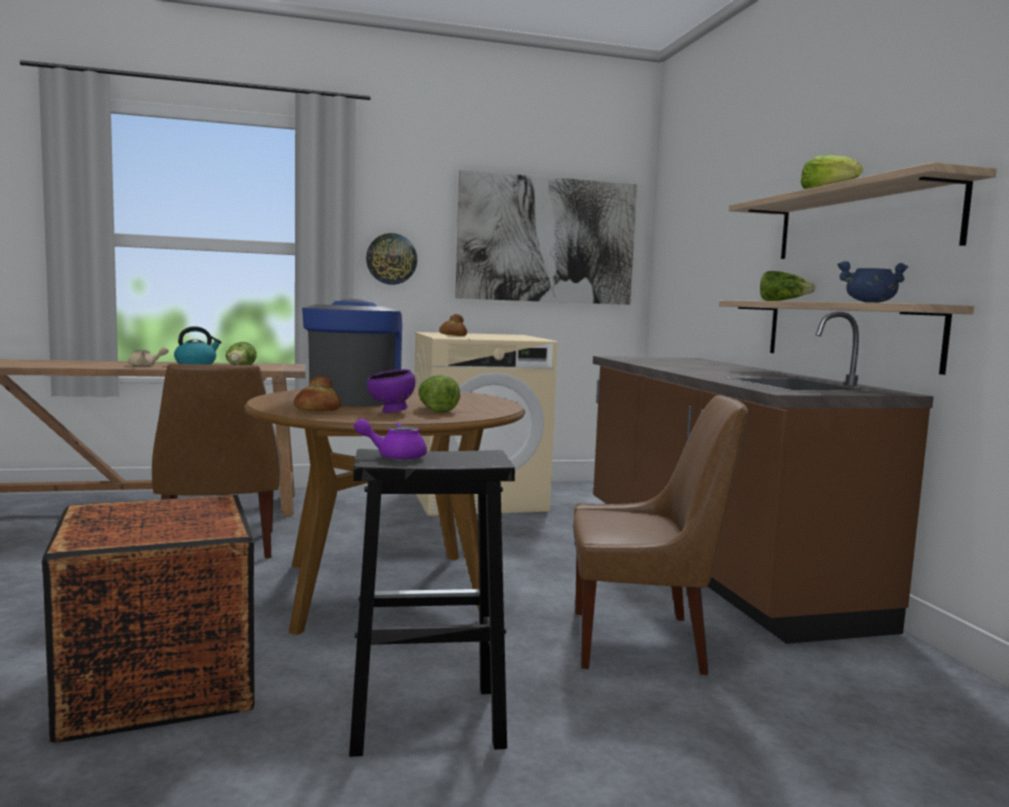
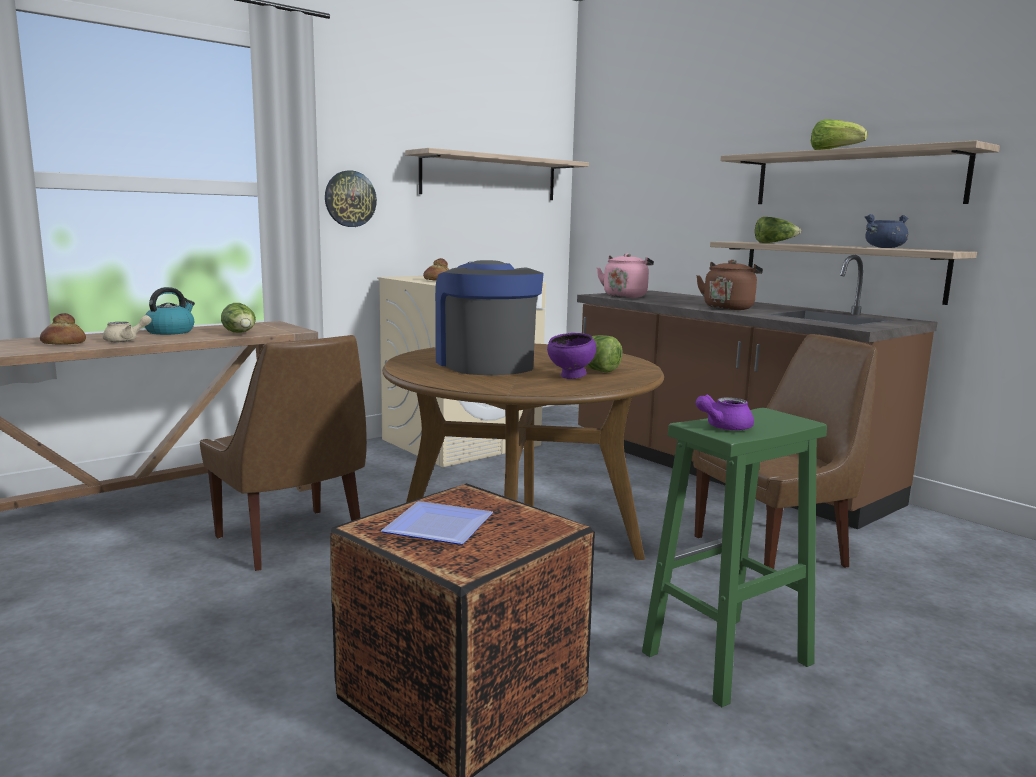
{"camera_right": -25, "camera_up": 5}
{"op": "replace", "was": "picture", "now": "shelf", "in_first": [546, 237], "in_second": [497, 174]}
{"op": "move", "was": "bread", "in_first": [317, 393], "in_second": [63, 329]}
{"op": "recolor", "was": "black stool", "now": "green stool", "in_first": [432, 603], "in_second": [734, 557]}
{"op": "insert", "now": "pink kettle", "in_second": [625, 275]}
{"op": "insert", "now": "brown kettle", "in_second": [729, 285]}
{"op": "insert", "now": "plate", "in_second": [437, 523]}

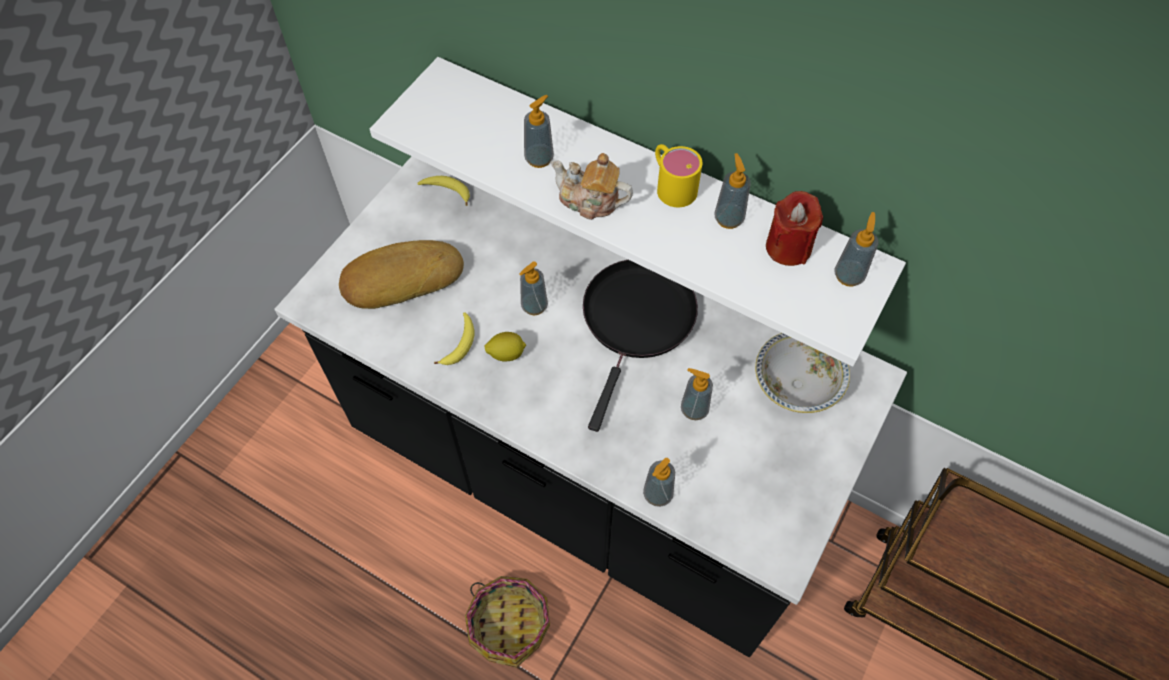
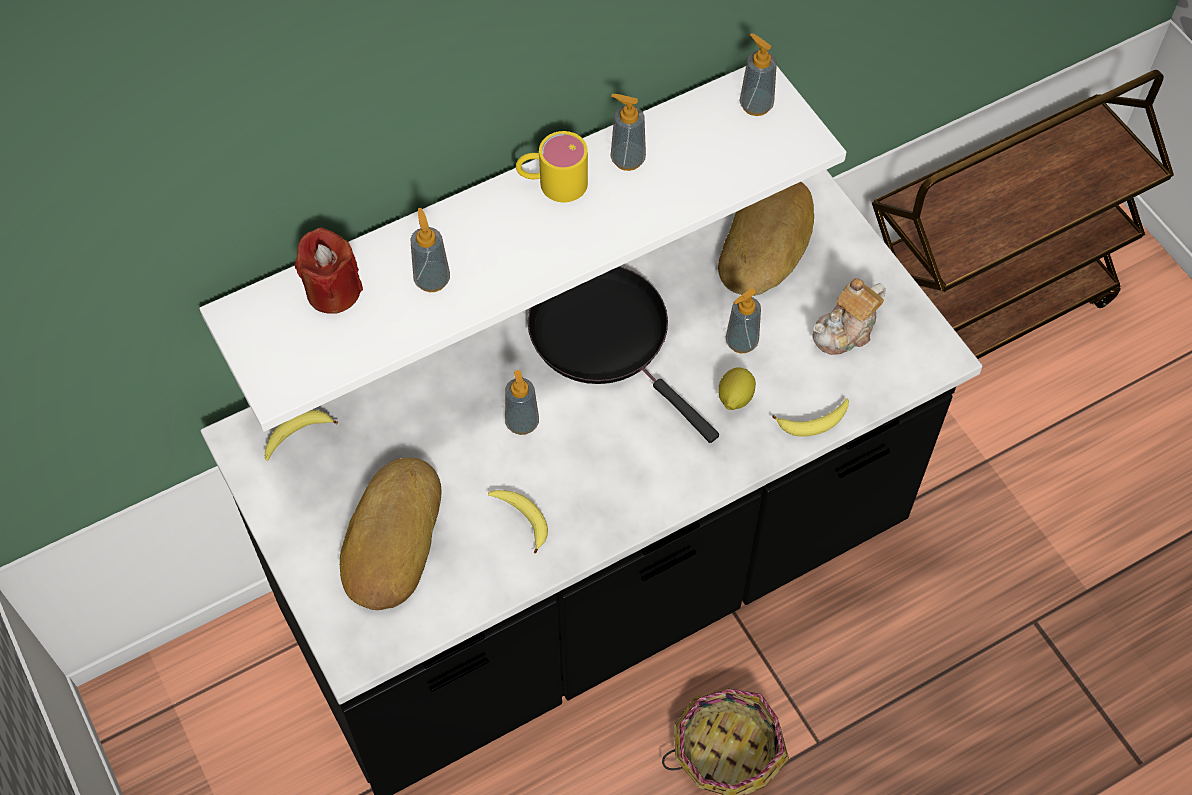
{"camera_right": -60, "camera_up": 0}
{"op": "move", "was": "teapot", "in_first": [592, 186], "in_second": [849, 316]}
{"op": "move", "was": "red candle", "in_first": [794, 228], "in_second": [328, 270]}
{"op": "move", "was": "lemon", "in_first": [505, 347], "in_second": [737, 389]}
{"op": "replace", "was": "bowl", "now": "bread", "in_first": [802, 373], "in_second": [766, 239]}
{"op": "replace", "was": "soap dispenser", "now": "banana", "in_first": [659, 482], "in_second": [810, 418]}

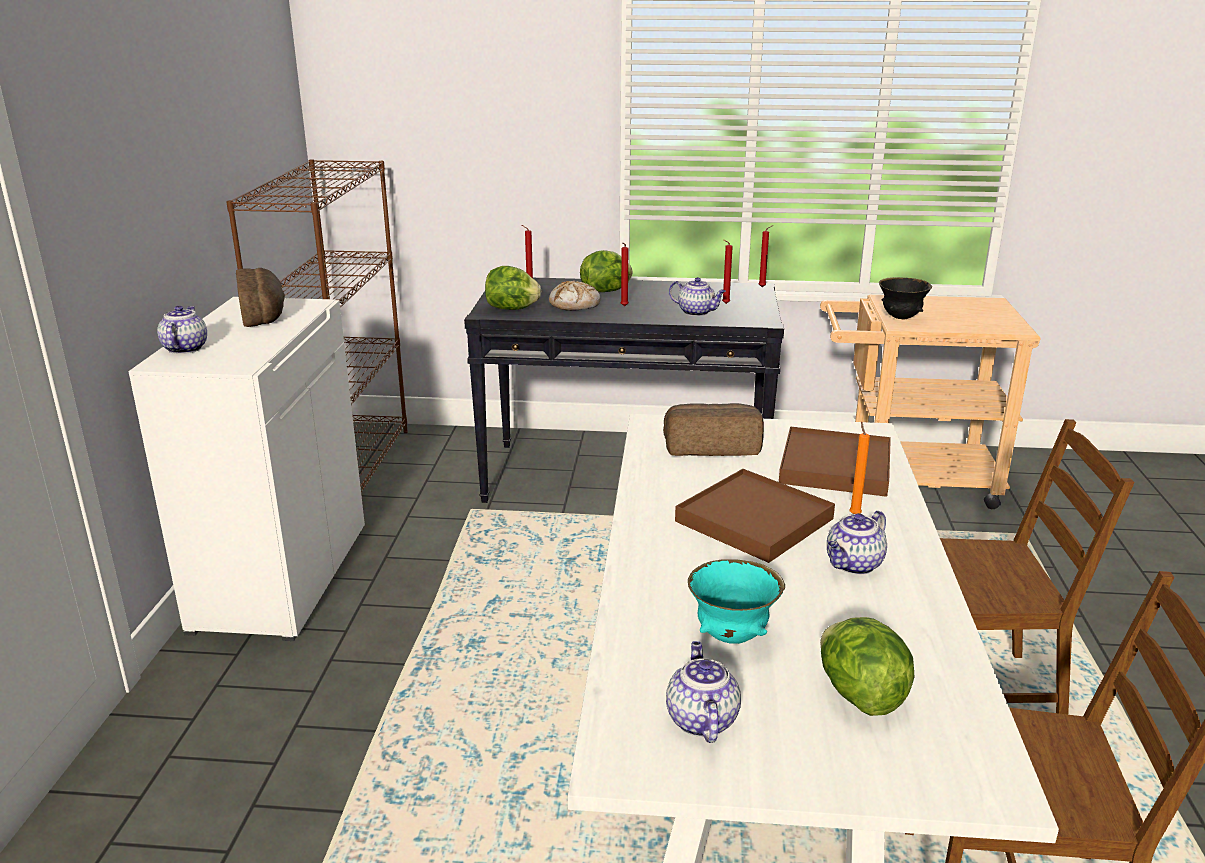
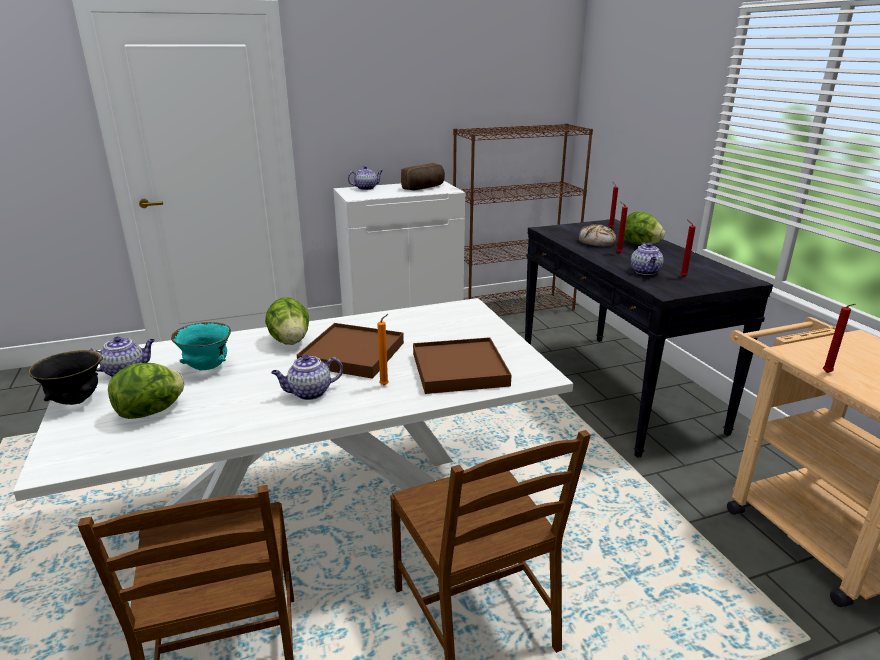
{"camera_right": 65, "camera_up": 0}
{"op": "move", "was": "red candle", "in_first": [765, 256], "in_second": [839, 338]}
{"op": "move", "was": "lettuce", "in_first": [513, 288], "in_second": [287, 321]}
{"op": "move", "was": "black bowl", "in_first": [905, 298], "in_second": [65, 377]}
{"op": "delete", "was": "bread", "in_first": [713, 429]}
{"op": "rotate", "was": "teapot", "in_first": [857, 543], "in_second": [307, 377], "clockwise": -45}

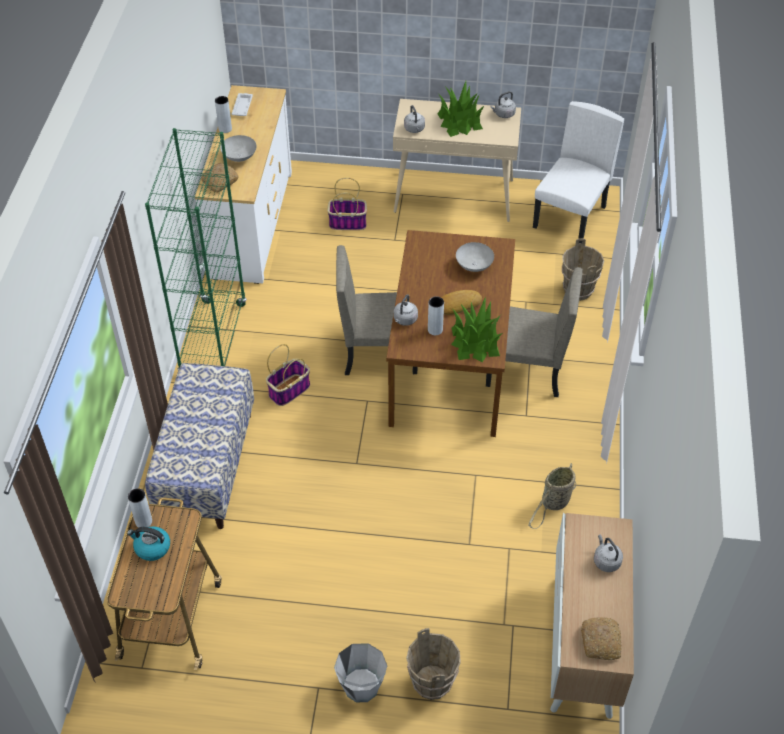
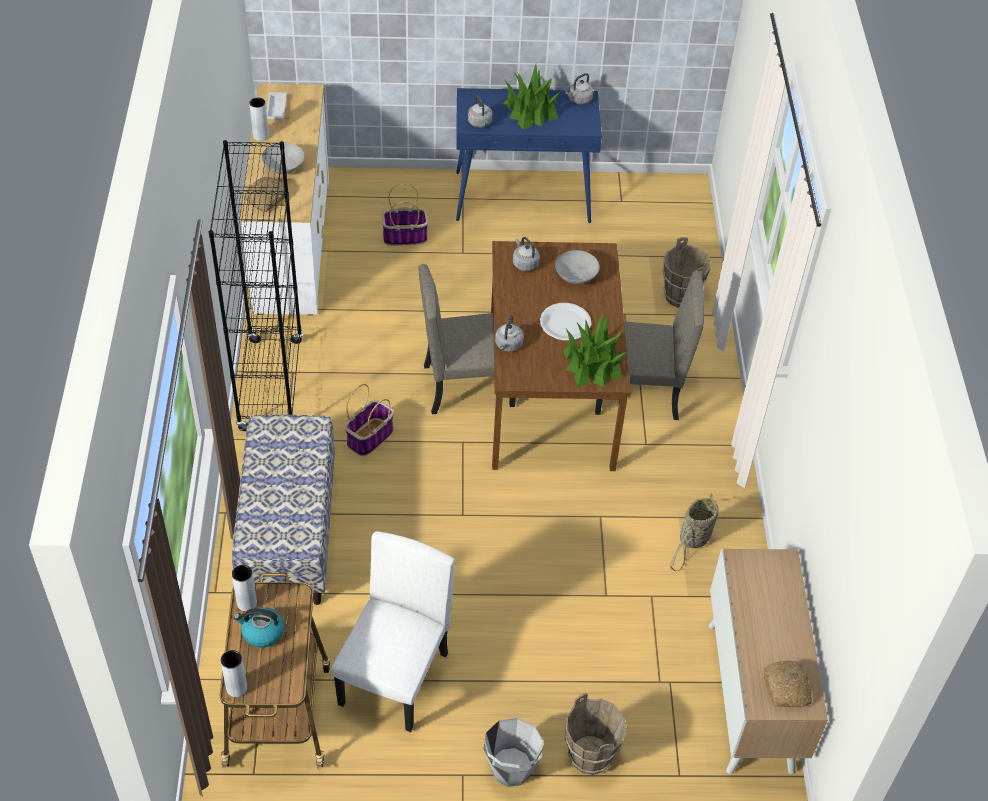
{"camera_right": -10, "camera_up": 0}
{"op": "recolor", "was": "beige console table", "now": "blue console table", "in_first": [457, 160], "in_second": [529, 155]}
{"op": "move", "was": "white chair", "in_first": [578, 172], "in_second": [393, 631]}
{"op": "recolor", "was": "green bookcase", "now": "black bookcase", "in_first": [196, 249], "in_second": [256, 285]}
{"op": "replace", "was": "bread", "now": "white plate", "in_first": [461, 302], "in_second": [565, 322]}
{"op": "move", "was": "grey vase", "in_first": [436, 315], "in_second": [234, 673]}
{"op": "move", "was": "grey kettle", "in_first": [608, 553], "in_second": [526, 254]}

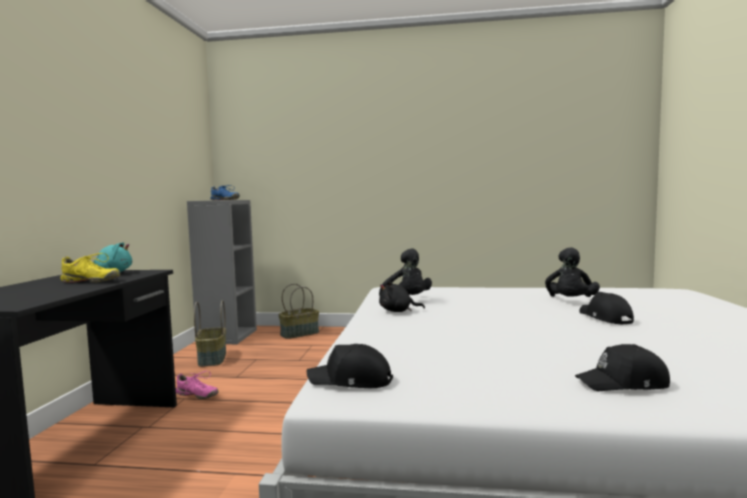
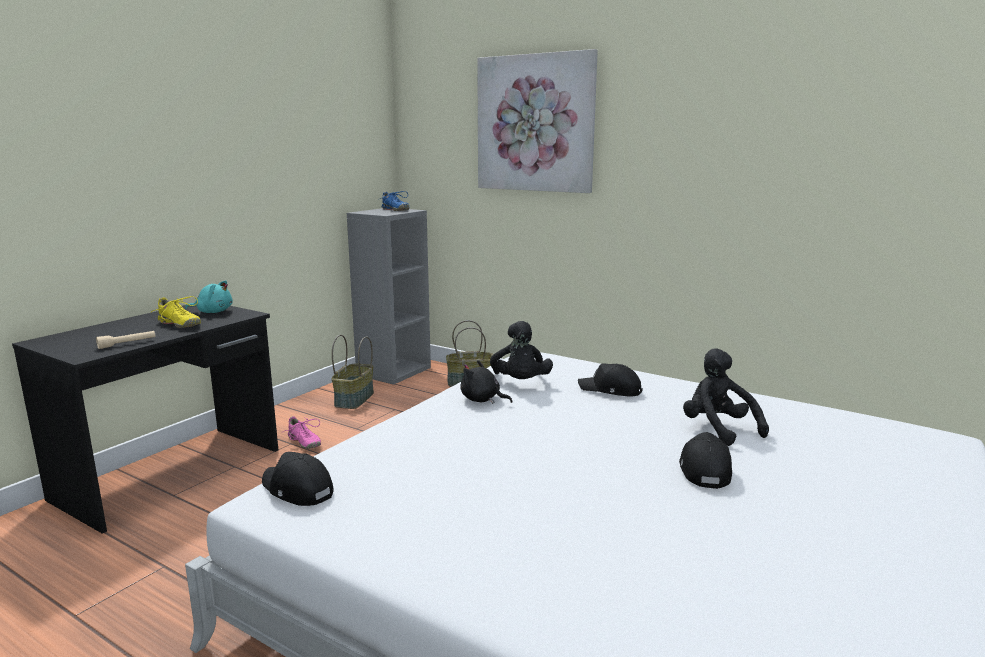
{"camera_right": 25, "camera_up": 10}
{"op": "rotate", "was": "black plush toy", "in_first": [572, 272], "in_second": [726, 397], "clockwise": 105}
{"op": "move", "was": "black cap", "in_first": [622, 367], "in_second": [610, 380]}
{"op": "insert", "now": "picture", "in_second": [537, 121]}
{"op": "insert", "now": "beige flashlight", "in_second": [125, 340]}

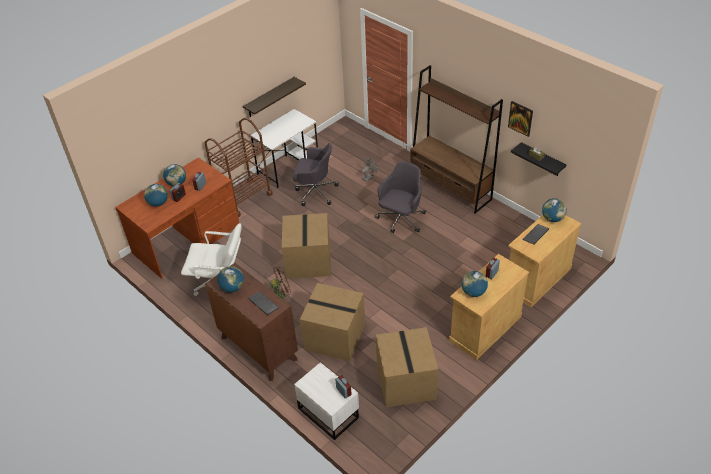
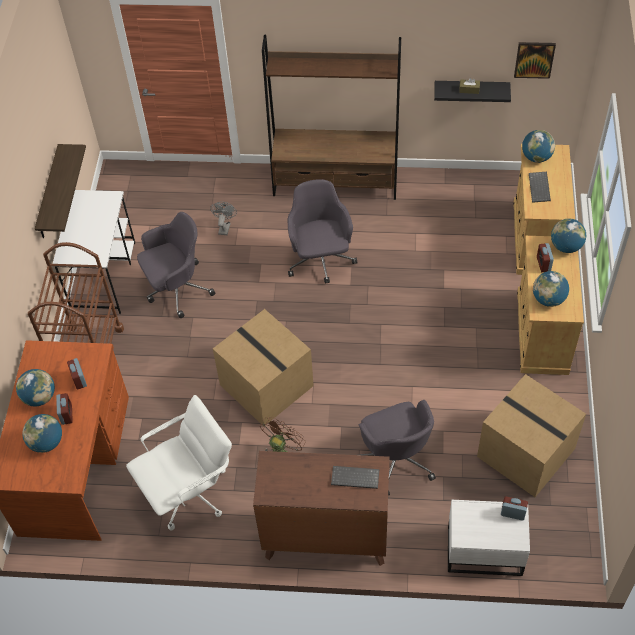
{"camera_right": -40, "camera_up": 10}
{"op": "move", "was": "picture", "in_first": [520, 119], "in_second": [535, 60]}
{"op": "move", "was": "globe", "in_first": [230, 279], "in_second": [568, 236]}
{"op": "replace", "was": "cardboard box", "now": "grey office chair", "in_first": [332, 322], "in_second": [397, 447]}

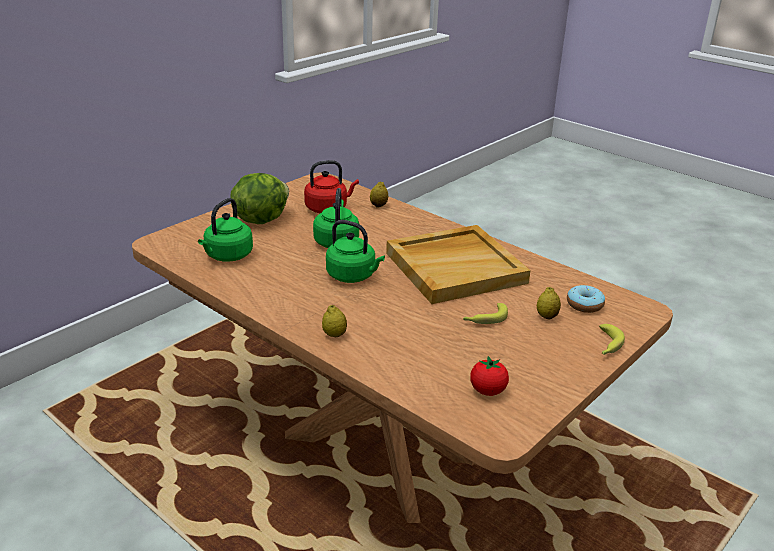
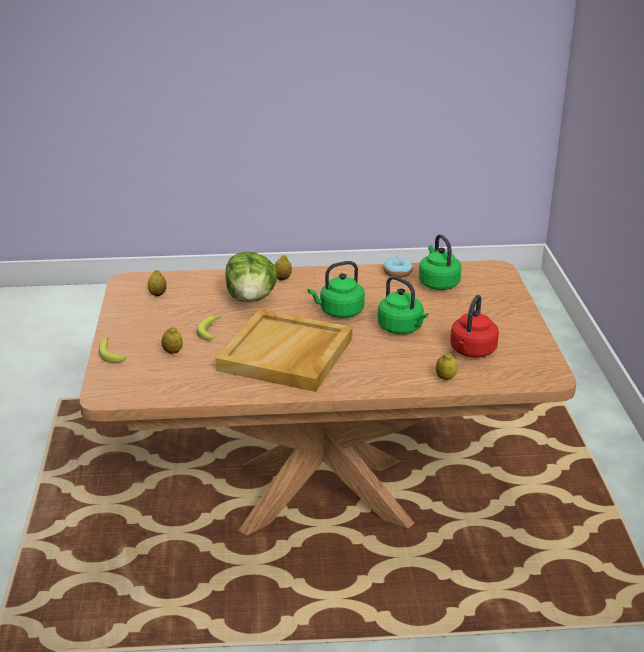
{"camera_right": 135, "camera_up": 0}
{"op": "move", "was": "lettuce", "in_first": [259, 198], "in_second": [251, 276]}
{"op": "move", "was": "donut", "in_first": [586, 299], "in_second": [398, 267]}
{"op": "replace", "was": "tomato", "now": "lemon", "in_first": [489, 376], "in_second": [157, 283]}

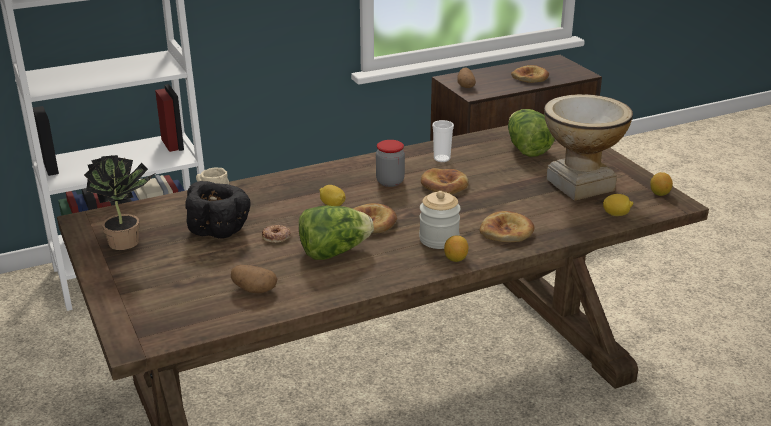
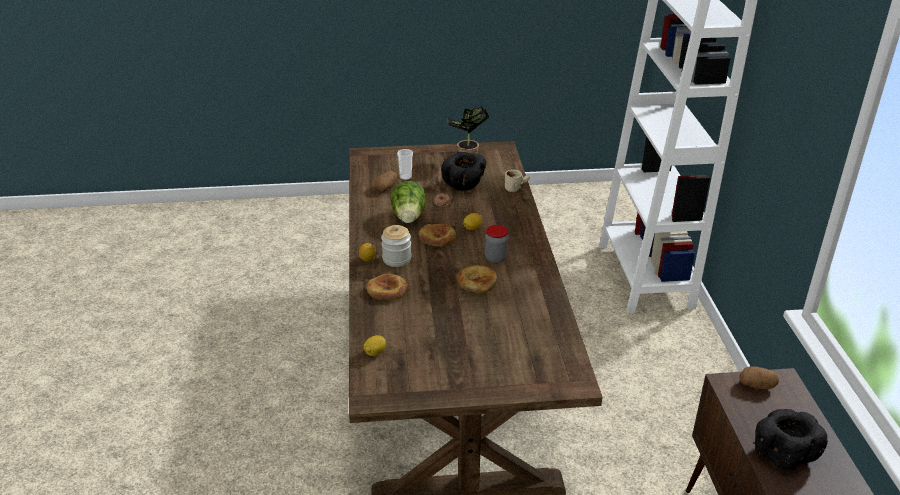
{"camera_right": 110, "camera_up": 5}
{"op": "replace", "was": "bread", "now": "black bowl", "in_first": [530, 74], "in_second": [791, 439]}
{"op": "delete", "was": "vase", "in_first": [588, 147]}
{"op": "delete", "was": "lettuce", "in_first": [531, 133]}
{"op": "move", "was": "cup", "in_first": [443, 141], "in_second": [405, 164]}
{"op": "delete", "was": "lemon", "in_first": [661, 184]}

